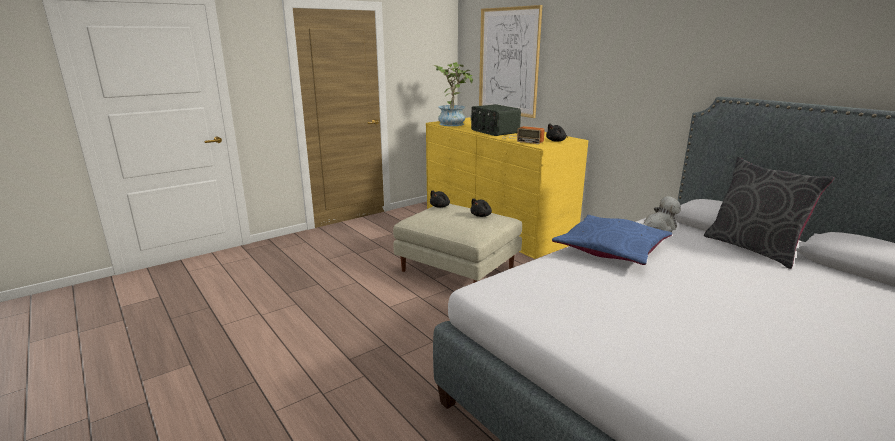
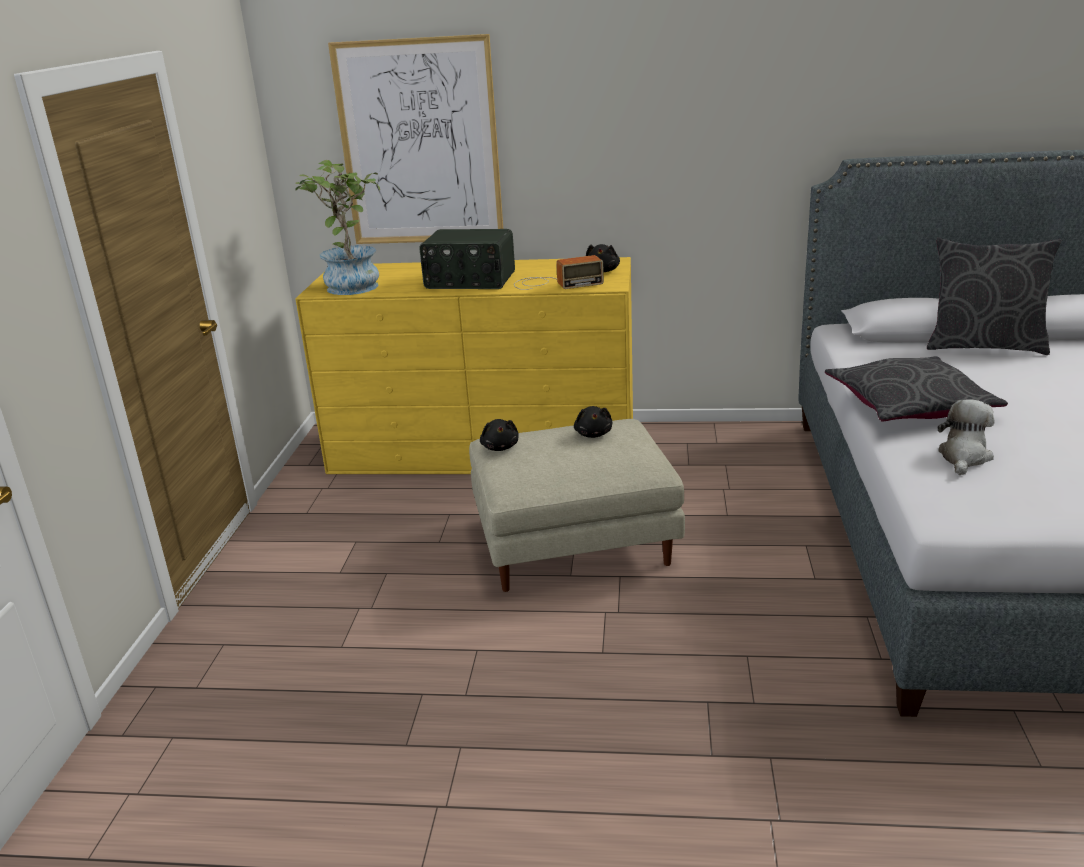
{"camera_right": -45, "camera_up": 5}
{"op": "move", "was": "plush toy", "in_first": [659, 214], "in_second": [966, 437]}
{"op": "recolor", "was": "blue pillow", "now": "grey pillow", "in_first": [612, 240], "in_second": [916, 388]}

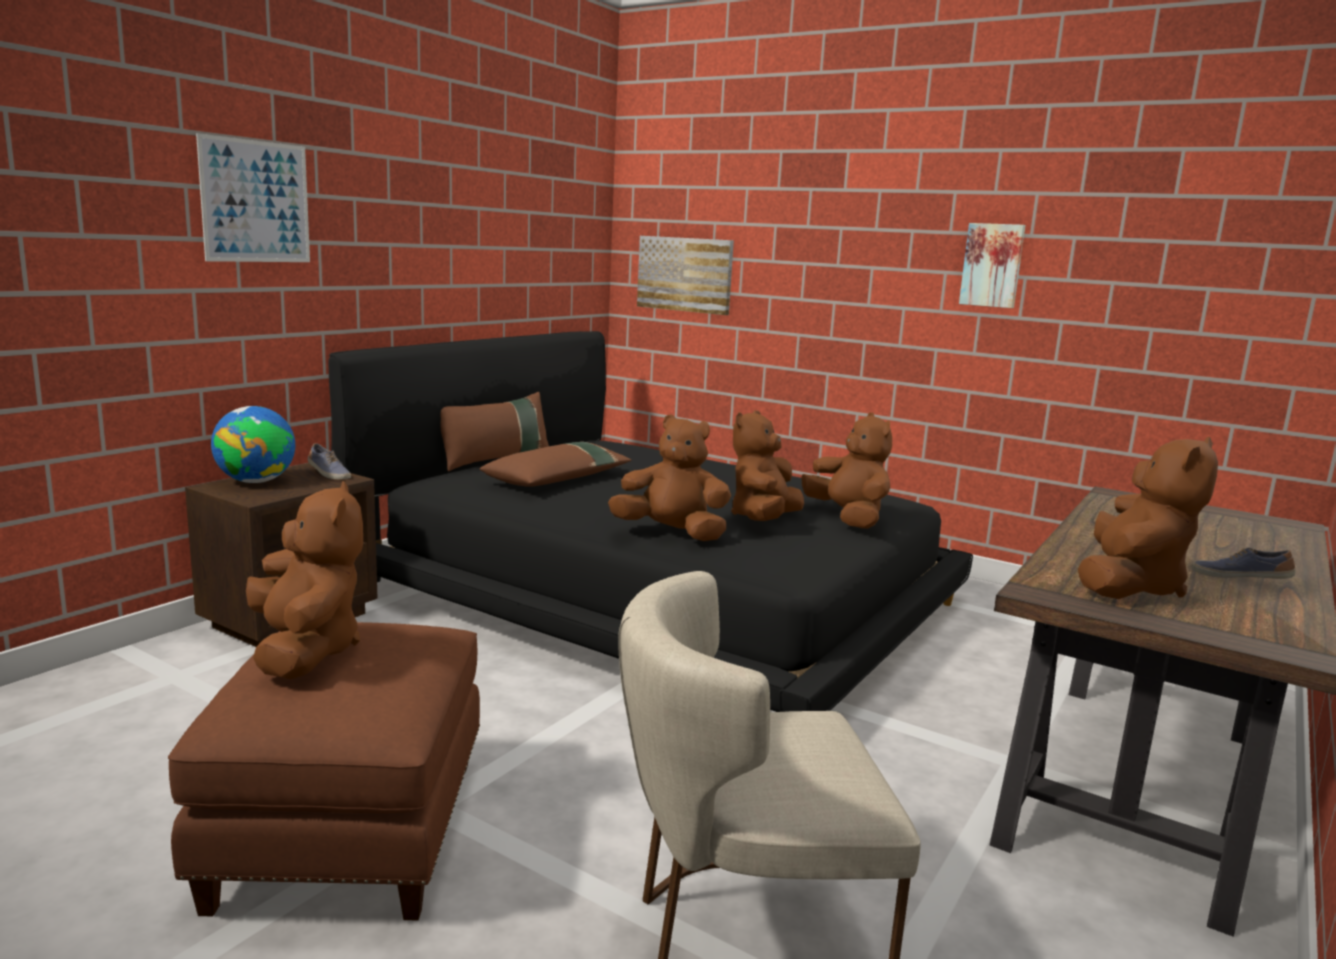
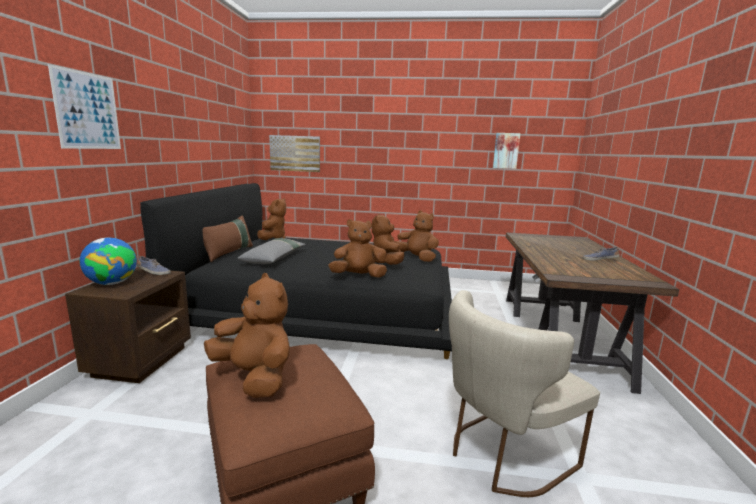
{"camera_right": -25, "camera_up": 0}
{"op": "move", "was": "picture", "in_first": [992, 265], "in_second": [507, 151]}
{"op": "move", "was": "brown plush toy", "in_first": [1148, 518], "in_second": [271, 219]}
{"op": "recolor", "was": "brown pillow", "now": "grey pillow", "in_first": [556, 464], "in_second": [271, 251]}

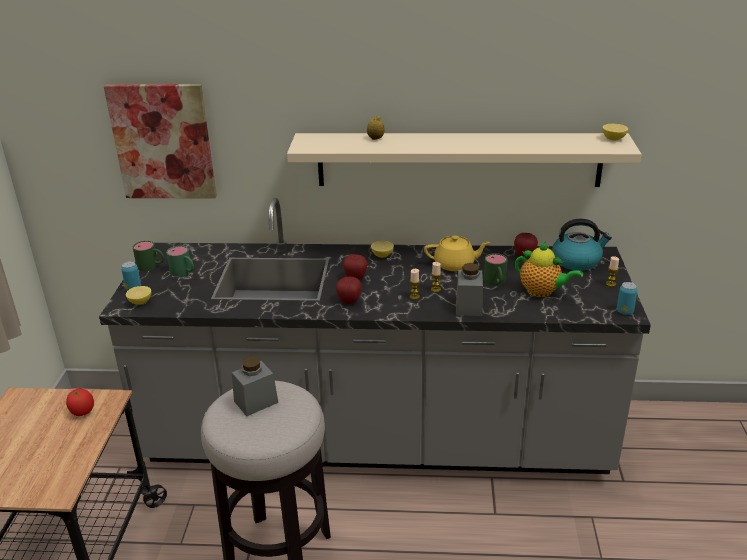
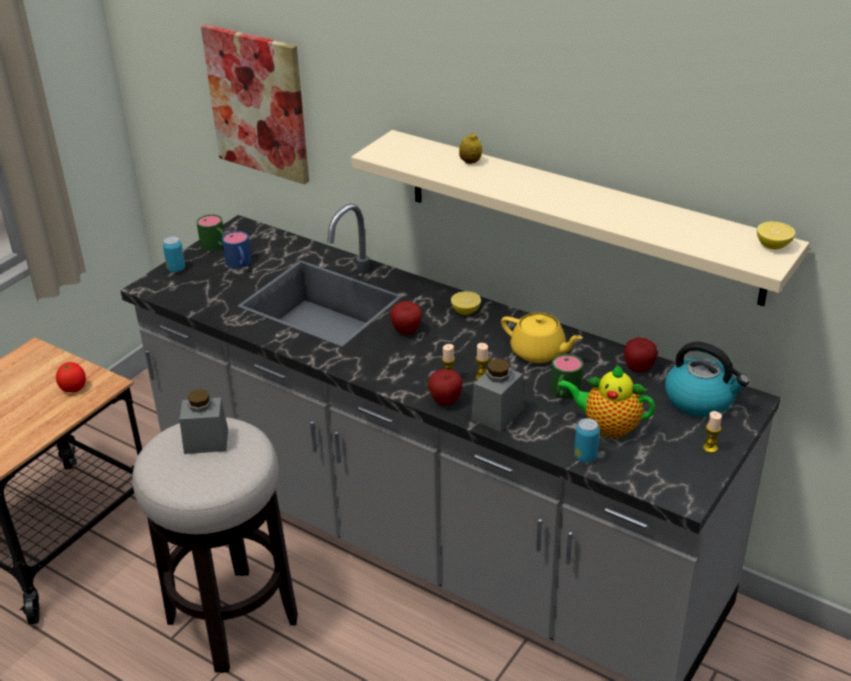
{"camera_right": 30, "camera_up": 5}
{"op": "rotate", "was": "teapot", "in_first": [549, 269], "in_second": [606, 401], "clockwise": 135}
{"op": "recolor", "was": "green mug", "now": "blue mug", "in_first": [180, 261], "in_second": [237, 249]}
{"op": "move", "was": "apple", "in_first": [349, 290], "in_second": [445, 387]}
{"op": "move", "was": "can", "in_first": [627, 298], "in_second": [587, 440]}
{"op": "delete", "was": "lemon", "in_first": [138, 295]}

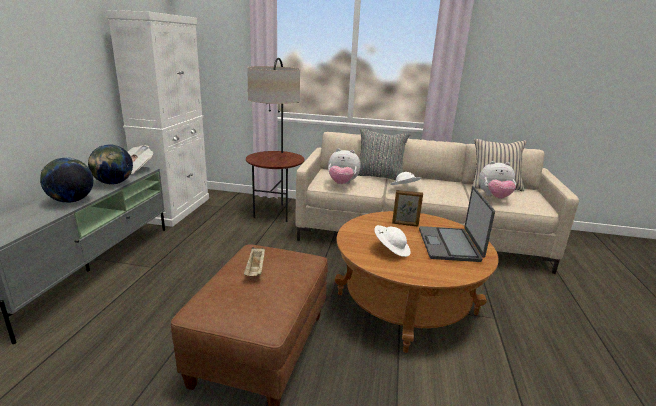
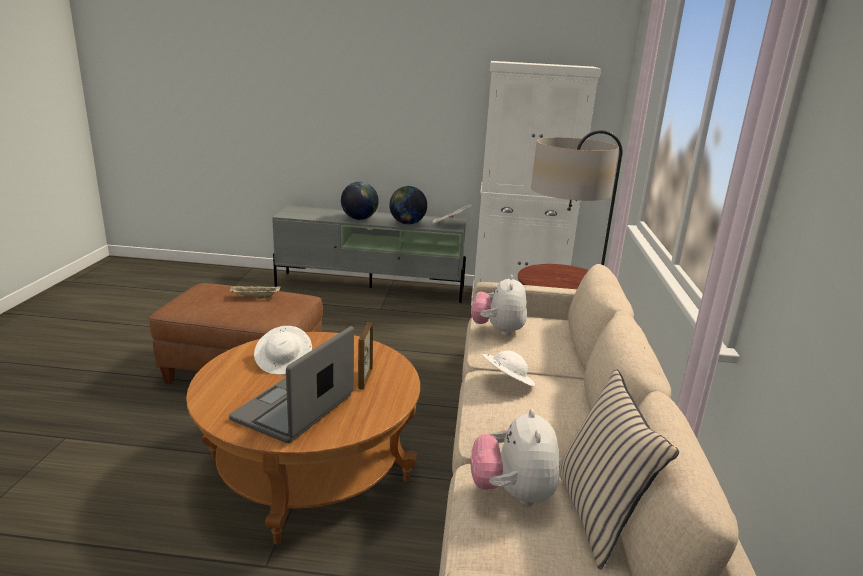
{"camera_right": 85, "camera_up": 0}
{"op": "delete", "was": "grey pillow", "in_first": [384, 154]}
{"op": "rotate", "was": "laptop", "in_first": [457, 224], "in_second": [291, 384], "clockwise": -60}

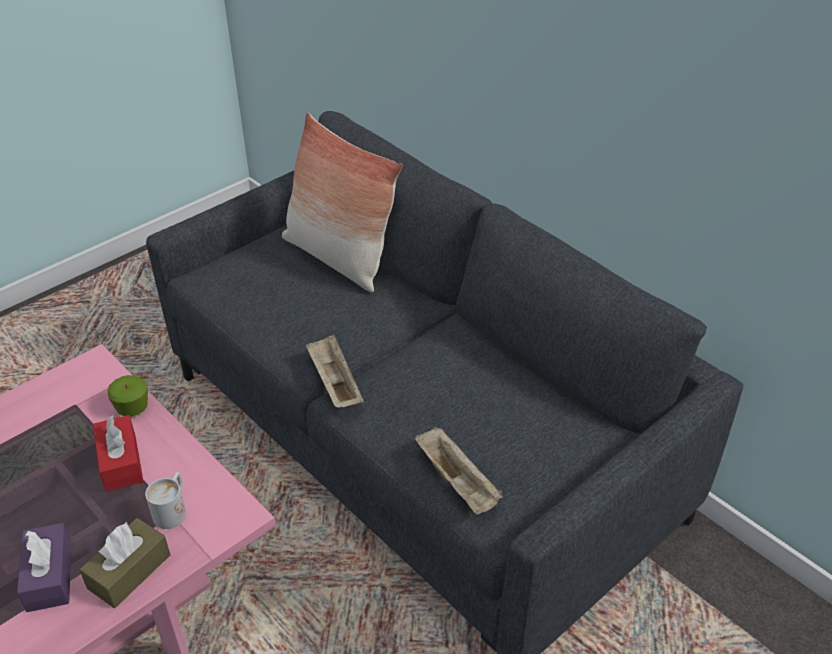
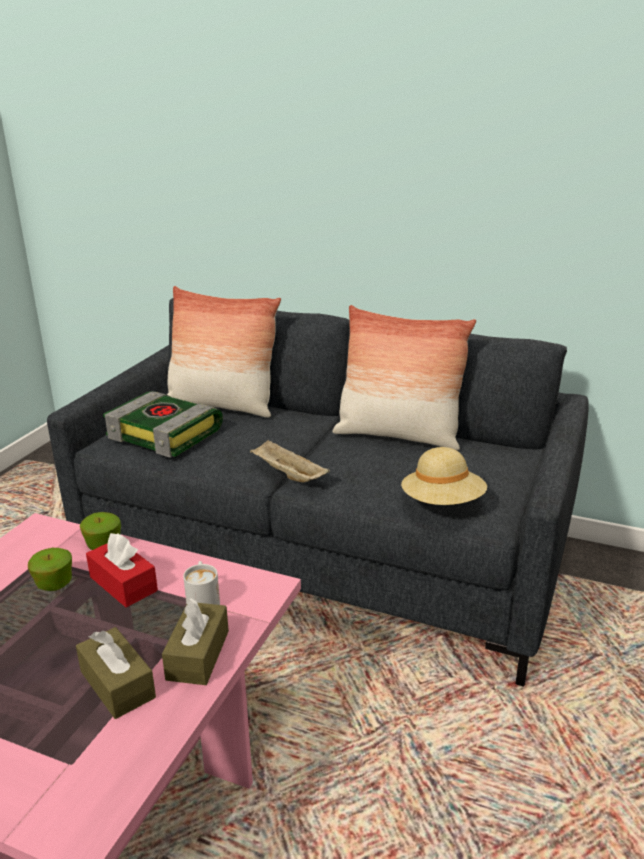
{"camera_right": -25, "camera_up": -15}
{"op": "replace", "was": "beige tray", "now": "beige hat", "in_first": [459, 470], "in_second": [444, 476]}
{"op": "recolor", "was": "purple tissue box", "now": "brown tissue box", "in_first": [44, 567], "in_second": [116, 673]}
{"op": "insert", "now": "pillow", "in_second": [404, 377]}
{"op": "insert", "now": "book", "in_second": [163, 424]}
{"op": "insert", "now": "apple", "in_second": [50, 569]}

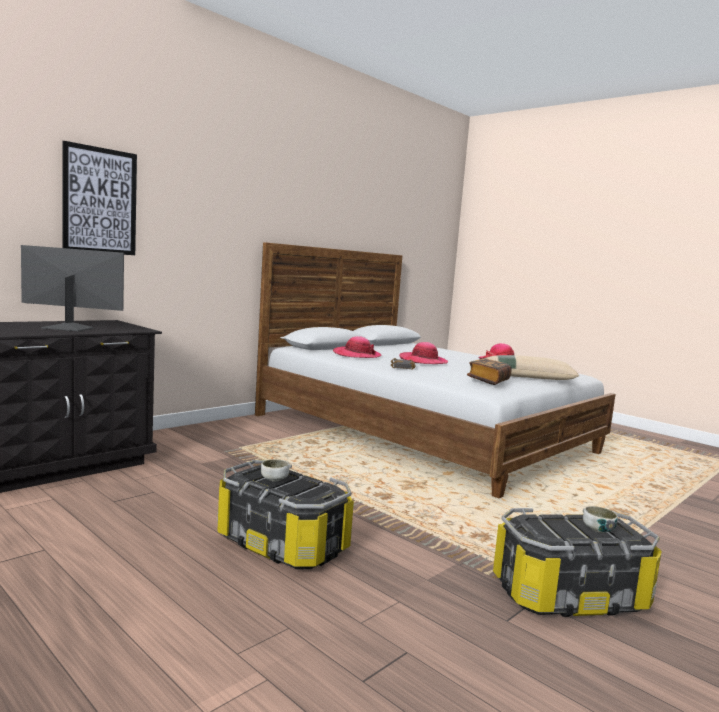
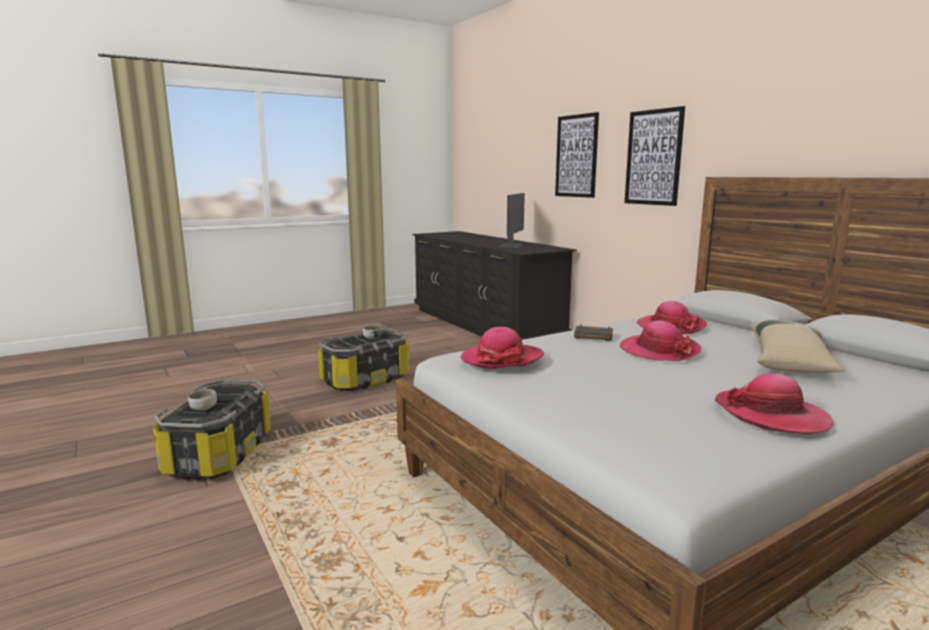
{"camera_right": 105, "camera_up": 5}
{"op": "move", "was": "beige pillow", "in_first": [532, 367], "in_second": [798, 346]}
{"op": "replace", "was": "book", "now": "hat", "in_first": [489, 371], "in_second": [502, 348]}
{"op": "insert", "now": "picture", "in_second": [655, 156]}

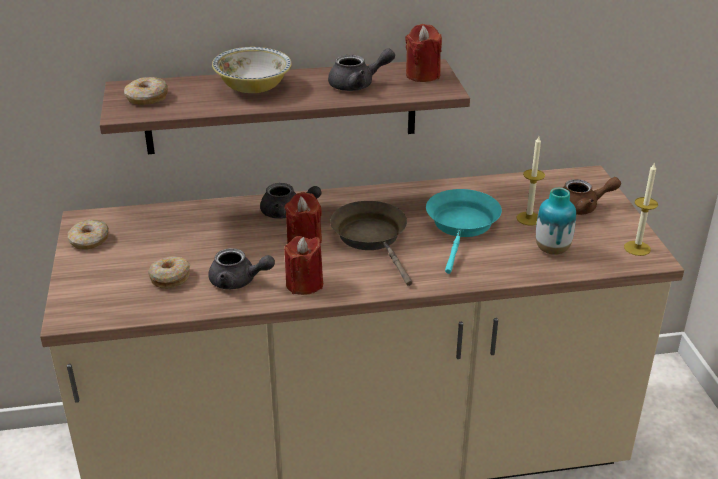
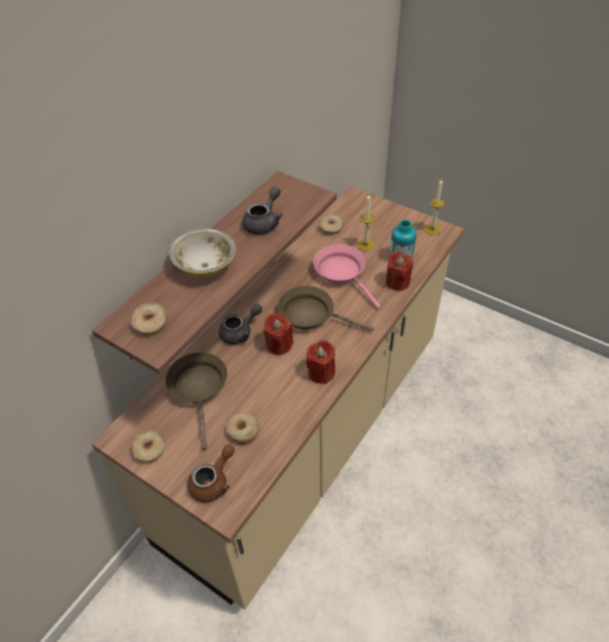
{"camera_right": -45, "camera_up": 15}
{"op": "move", "was": "red candle", "in_first": [423, 53], "in_second": [399, 271]}
{"op": "move", "was": "brown teapot", "in_first": [592, 196], "in_second": [211, 473]}
{"op": "recolor", "was": "turquoise frying pan", "now": "pink frying pan", "in_first": [464, 231], "in_second": [347, 276]}
{"op": "delete", "was": "grey teapot", "in_first": [241, 268]}
{"op": "insert", "now": "donut", "in_second": [331, 224]}
{"op": "insert", "now": "brown frying pan", "in_second": [196, 401]}

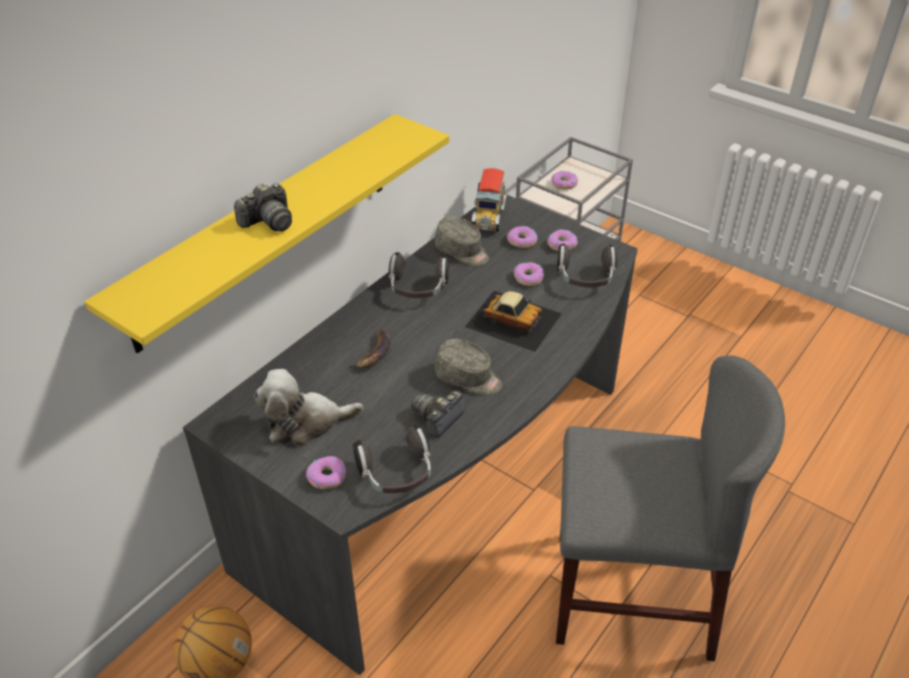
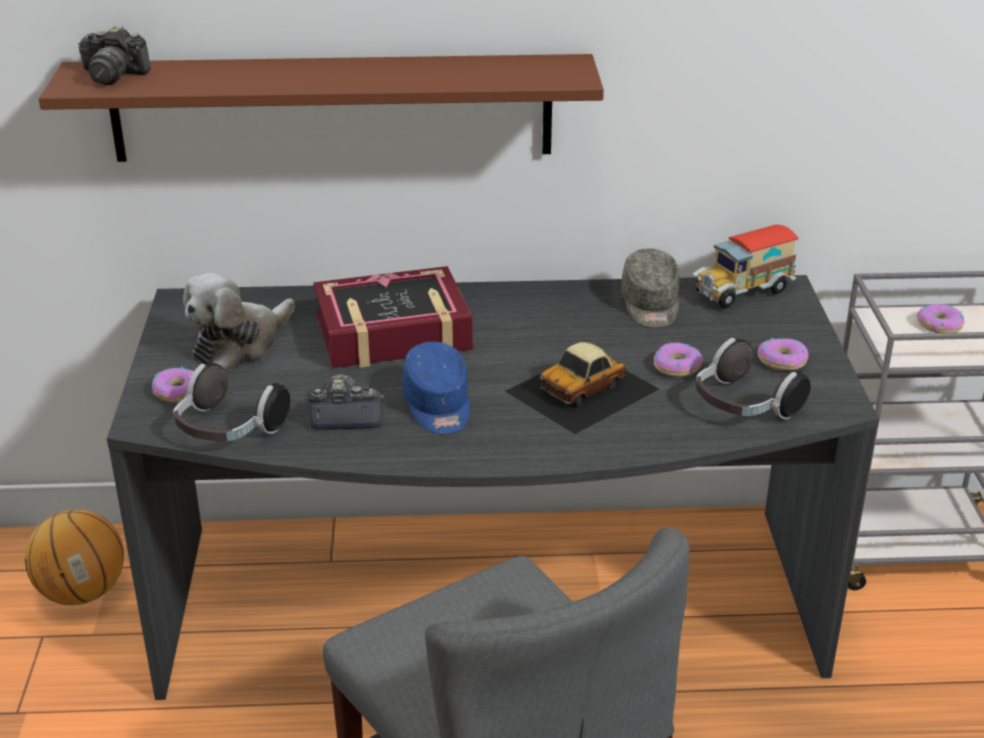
{"camera_right": 50, "camera_up": -10}
{"op": "recolor", "was": "yellow shelf", "now": "brown shelf", "in_first": [266, 234], "in_second": [321, 108]}
{"op": "move", "was": "photo camera", "in_first": [263, 207], "in_second": [114, 55]}
{"op": "delete", "was": "donut", "in_first": [522, 237]}
{"op": "delete", "was": "headphones", "in_first": [419, 275]}
{"op": "rotate", "was": "toy car", "in_first": [513, 321], "in_second": [582, 388], "clockwise": 60}
{"op": "replace", "was": "banana", "now": "book", "in_first": [368, 349], "in_second": [393, 317]}
{"op": "recolor", "was": "grey cap", "now": "blue cap", "in_first": [468, 367], "in_second": [436, 388]}
{"op": "rotate", "was": "plush toy", "in_first": [308, 407], "in_second": [239, 322], "clockwise": -90}

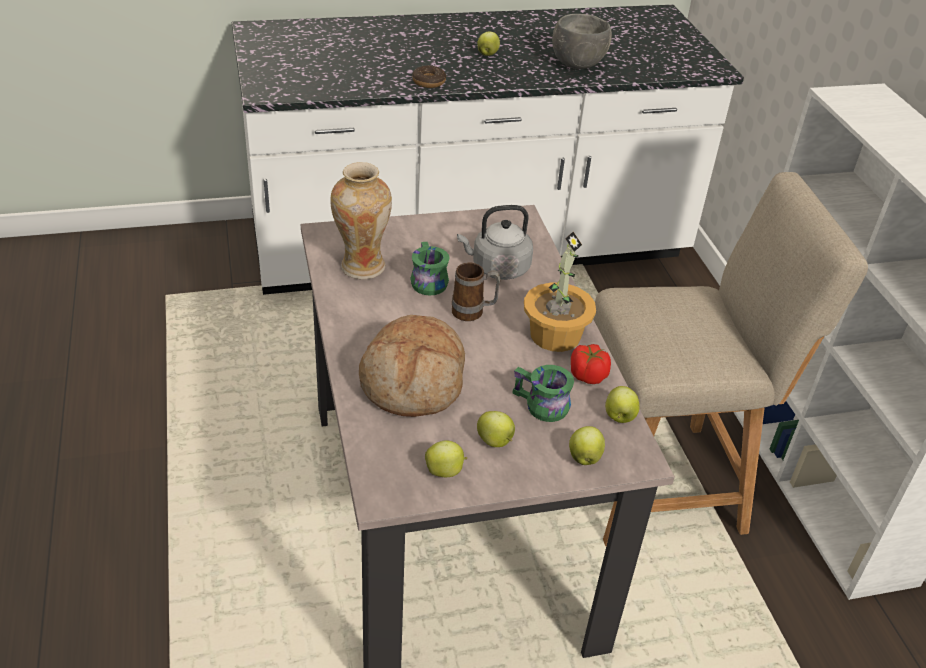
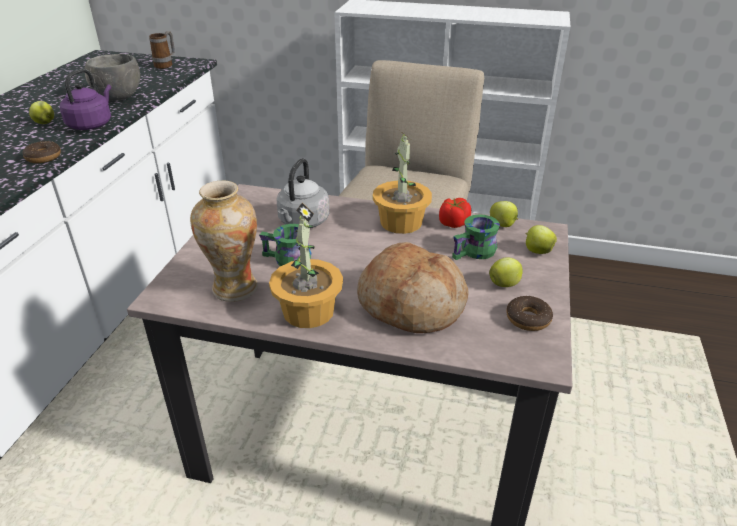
{"camera_right": -60, "camera_up": -5}
{"op": "move", "was": "mug", "in_first": [476, 292], "in_second": [162, 50]}
{"op": "replace", "was": "apple", "now": "donut", "in_first": [446, 459], "in_second": [529, 313]}
{"op": "insert", "now": "purple kettle", "in_second": [85, 99]}
{"op": "insert", "now": "potted plant", "in_second": [306, 265]}

